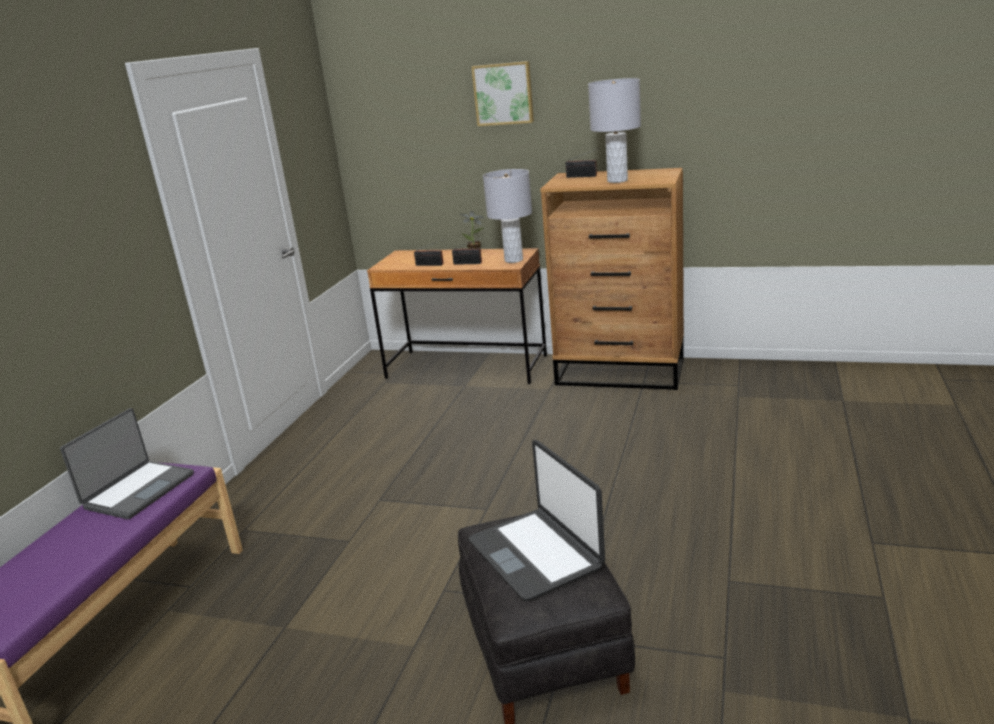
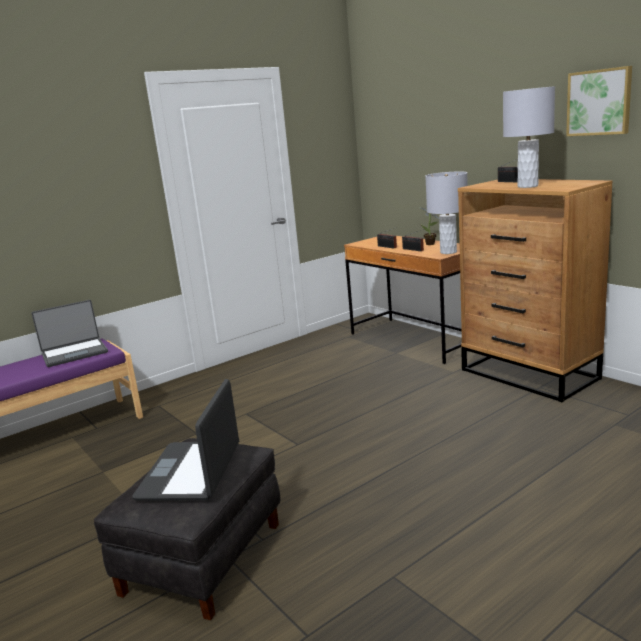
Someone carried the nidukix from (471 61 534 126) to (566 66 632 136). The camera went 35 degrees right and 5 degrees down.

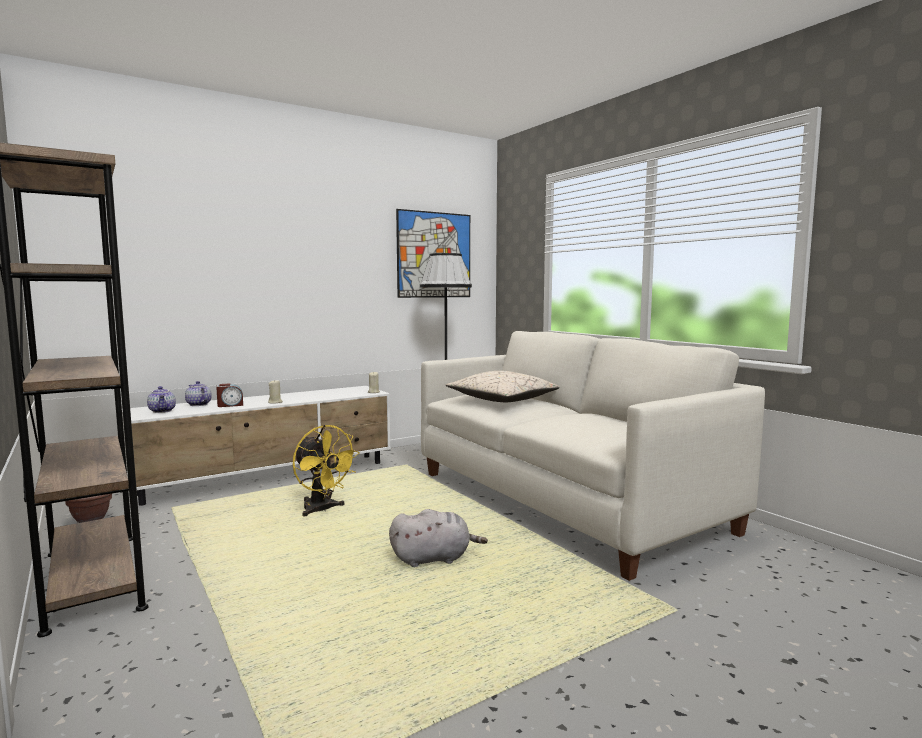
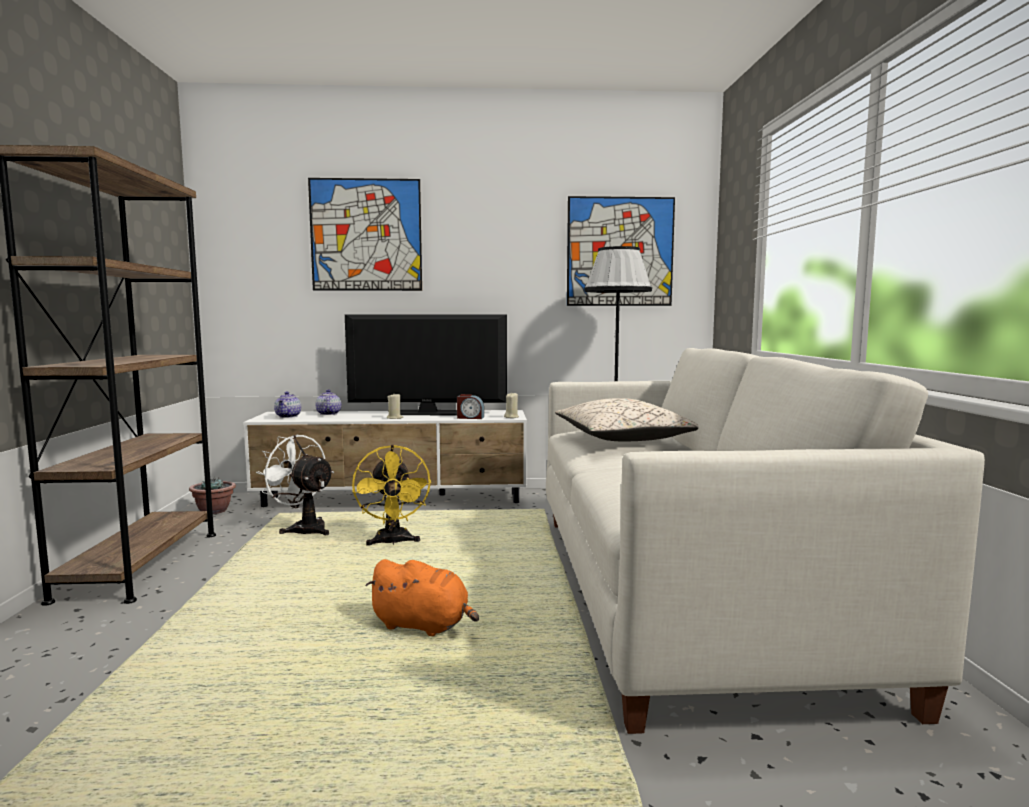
Someone carried the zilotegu from (216 383 243 407) to (457 394 484 419). Someone repainted the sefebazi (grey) at (389 509 488 567), which became the sefebazi (orange) at (365 559 479 636). Someone put down the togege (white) at (256 435 334 535). Someone put up the nidukix at (308 178 422 291). Someone put down the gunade at (345 314 507 415). The camera went 30 degrees right and 0 degrees up.

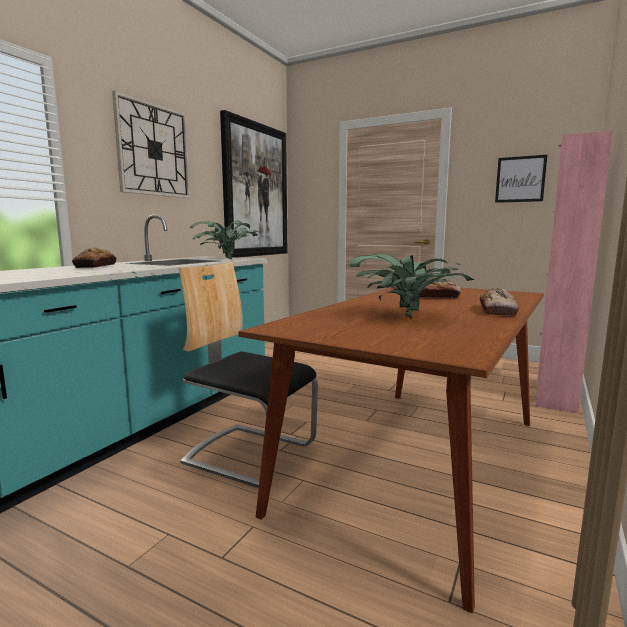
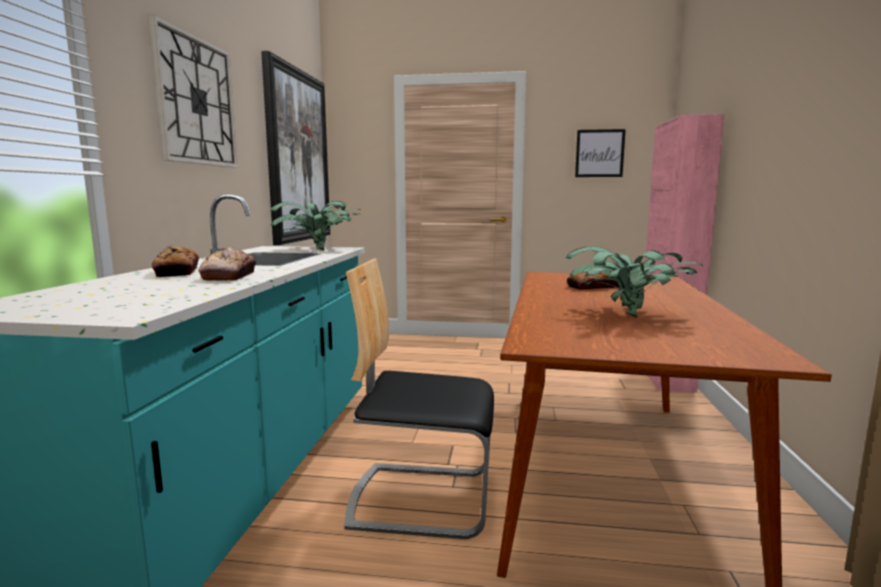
Someone carried the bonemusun from (480 287 520 316) to (199 247 256 281). The camera went 20 degrees left and 0 degrees up.

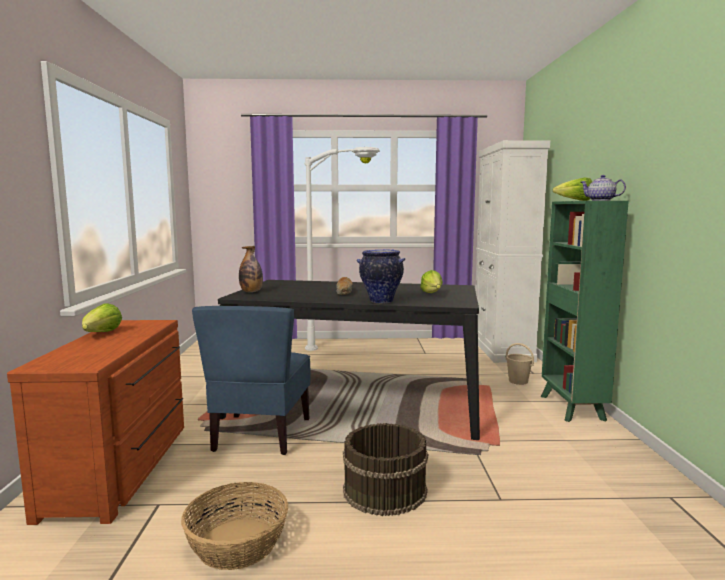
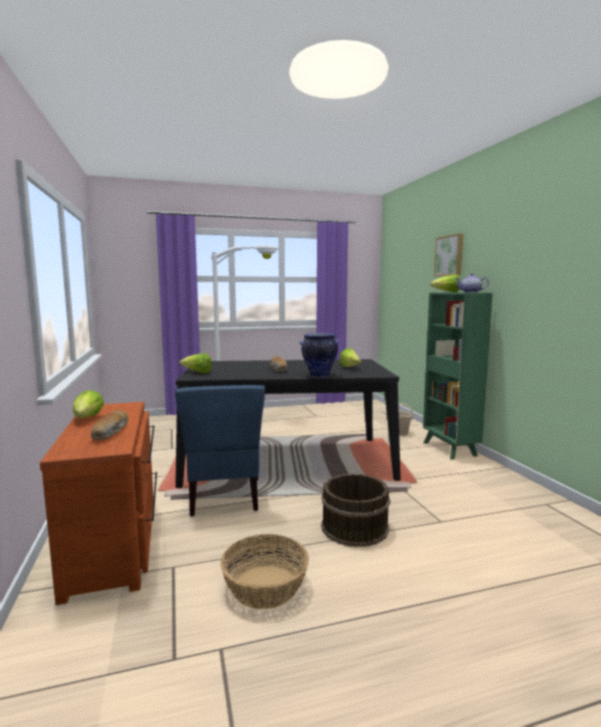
Someone swapped the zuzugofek at (239 246 263 292) for the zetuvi at (179 353 212 373). Someone took away the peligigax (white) at (475 140 550 363). Someone put down the bonemusun at (91 410 128 440). Someone put up the nidukix at (434 234 463 276). The camera went 15 degrees left and 0 degrees up.

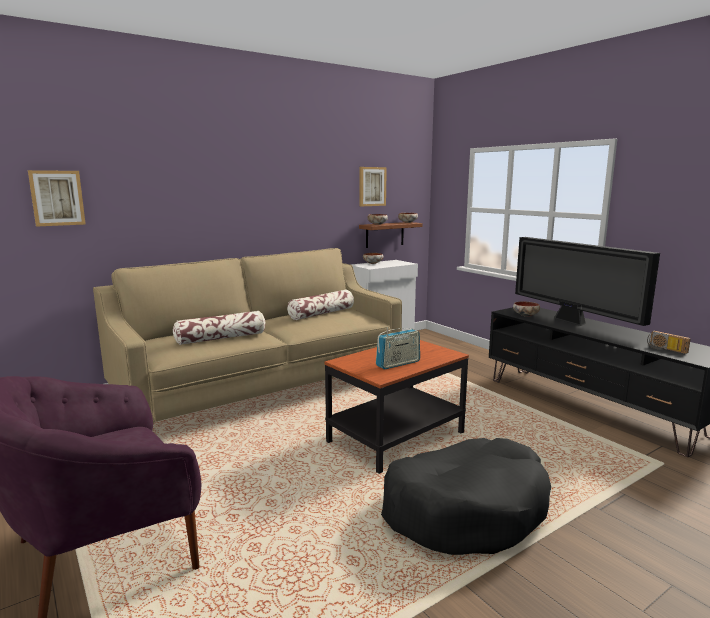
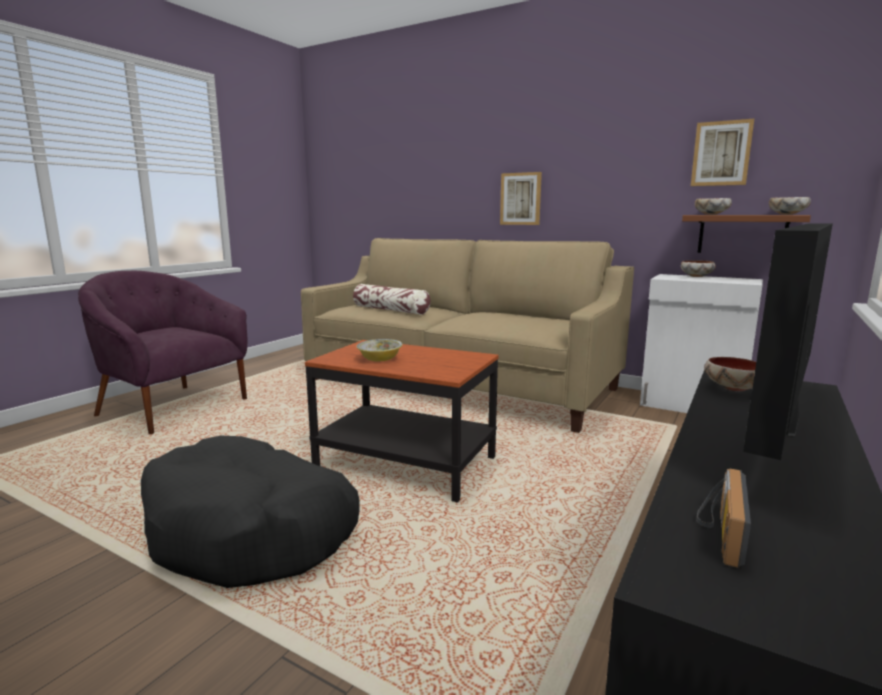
Someone carried the nidukix from (28 170 86 227) to (500 172 542 225). Someone took away the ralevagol at (287 290 354 320). Someone swapped the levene at (376 327 420 369) for the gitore at (356 339 403 362). The camera went 65 degrees right and 0 degrees up.

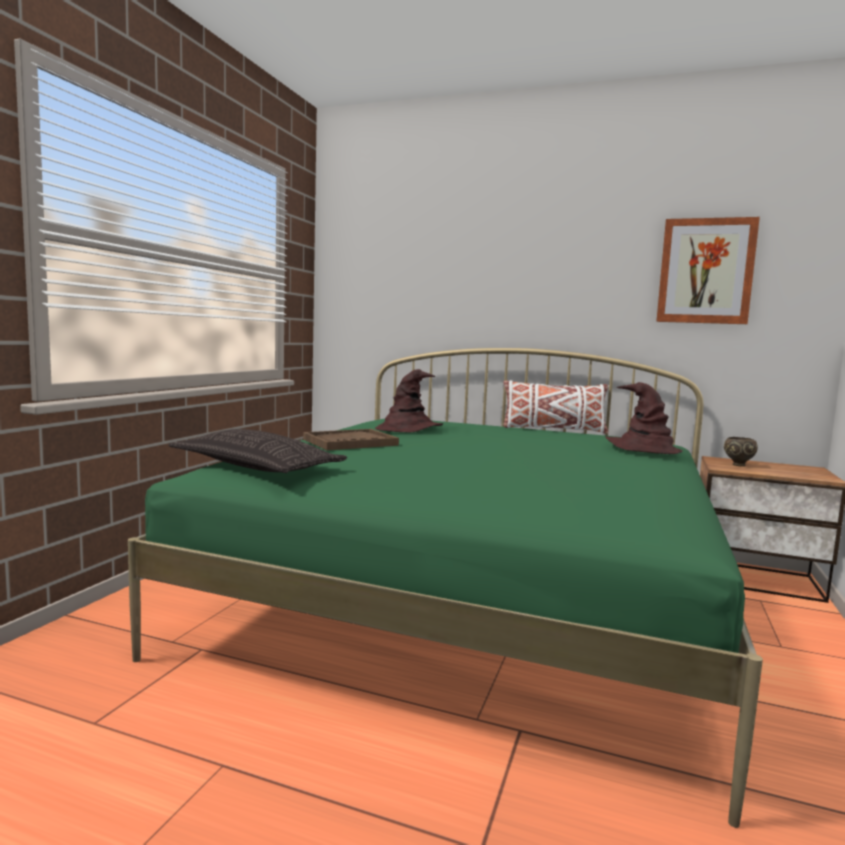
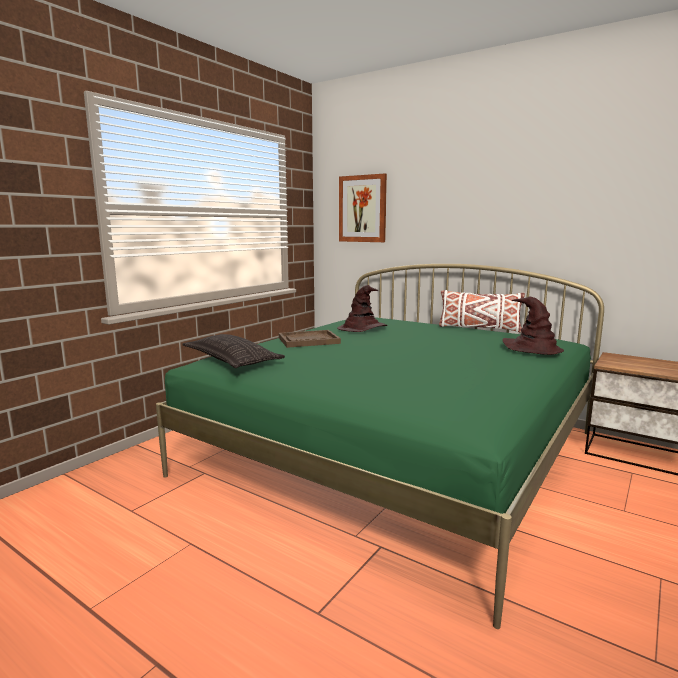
Someone carried the nidukix from (656 217 760 324) to (339 174 387 242). Someone took away the gitore (brown) at (724 437 758 466). The camera went 15 degrees right and 5 degrees up.

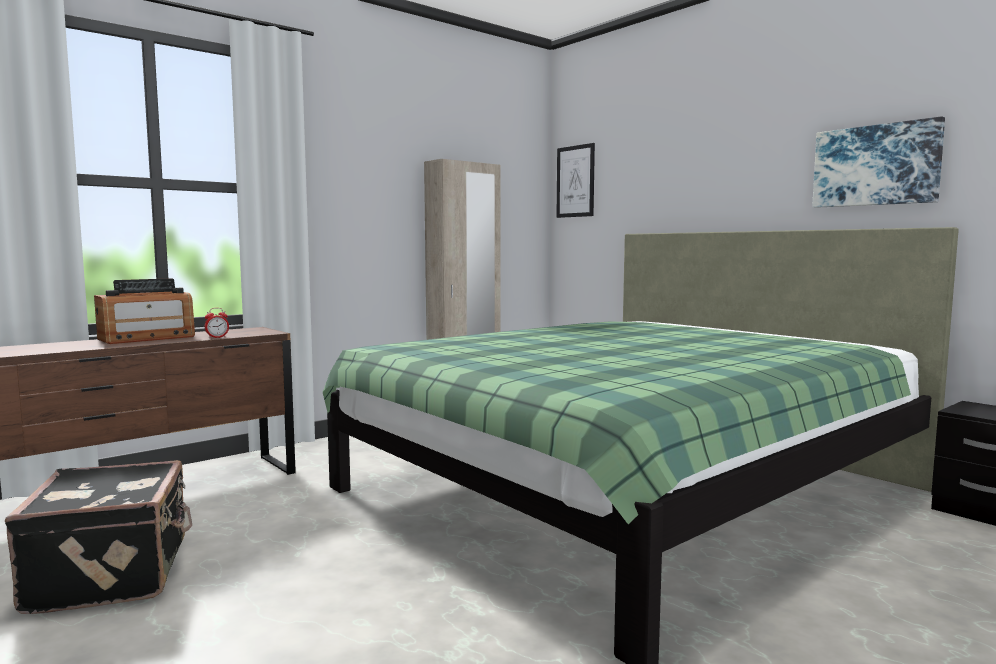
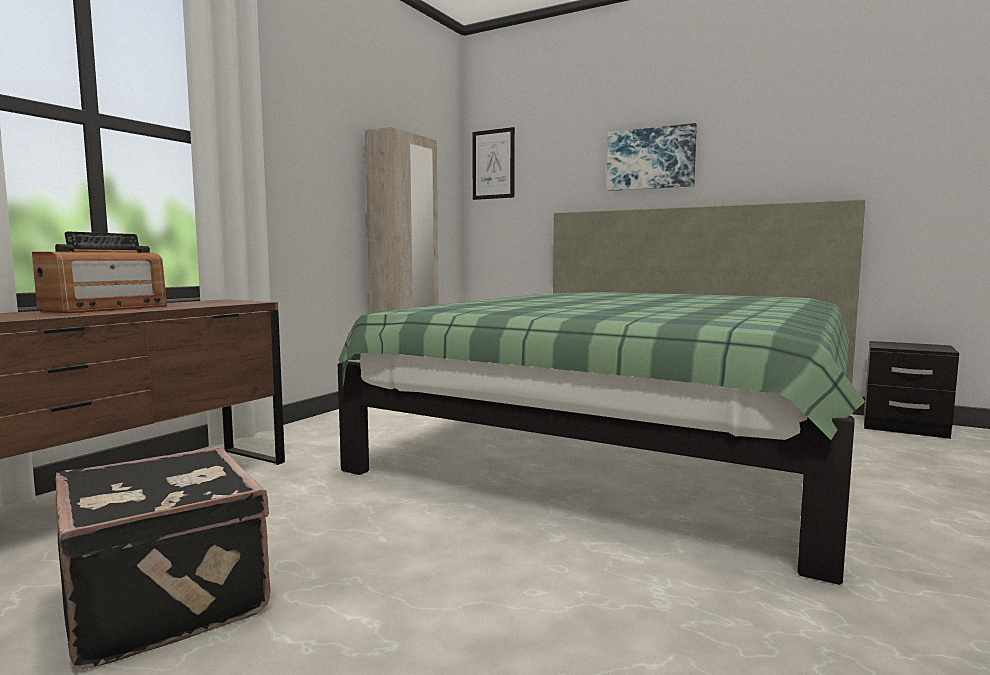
Someone took away the zilotegu at (205 308 229 338). Someone carried the nidukix from (812 116 945 208) to (607 123 697 191). The camera went 20 degrees left and 0 degrees up.

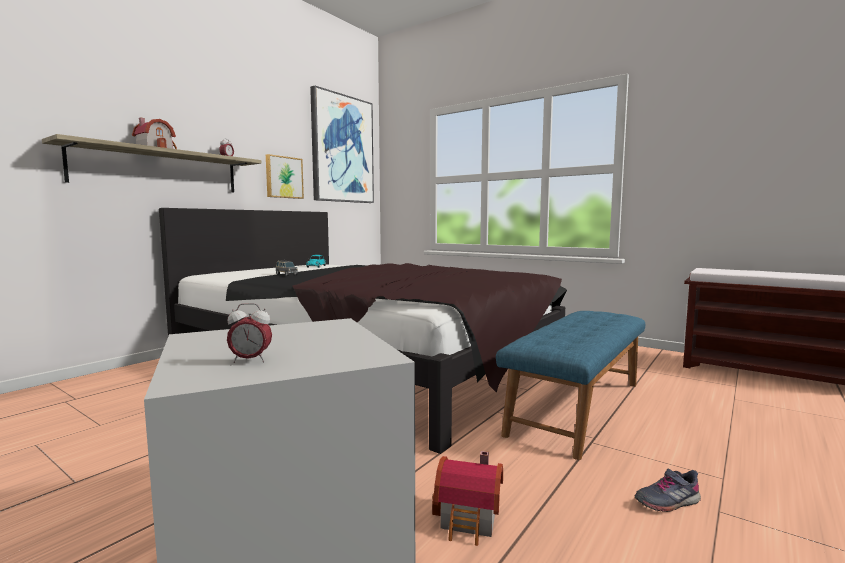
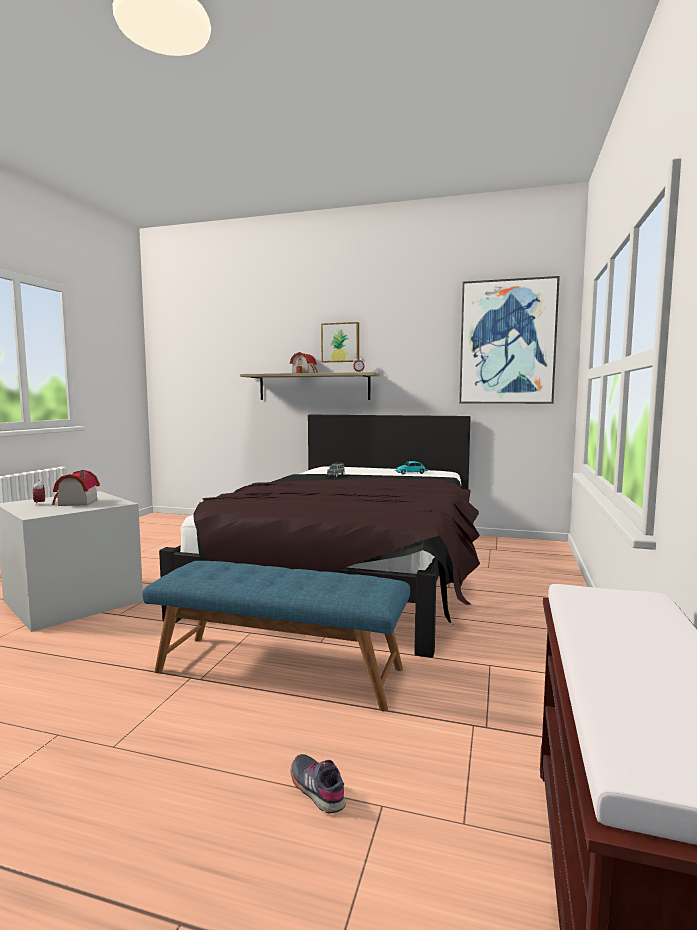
Someone carried the nidukix from (266 154 304 199) to (321 322 359 362). Someone carried the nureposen from (432 451 503 546) to (52 470 100 506). Someone carried the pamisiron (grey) from (635 468 701 512) to (291 754 346 814). The camera went 70 degrees right and 0 degrees up.

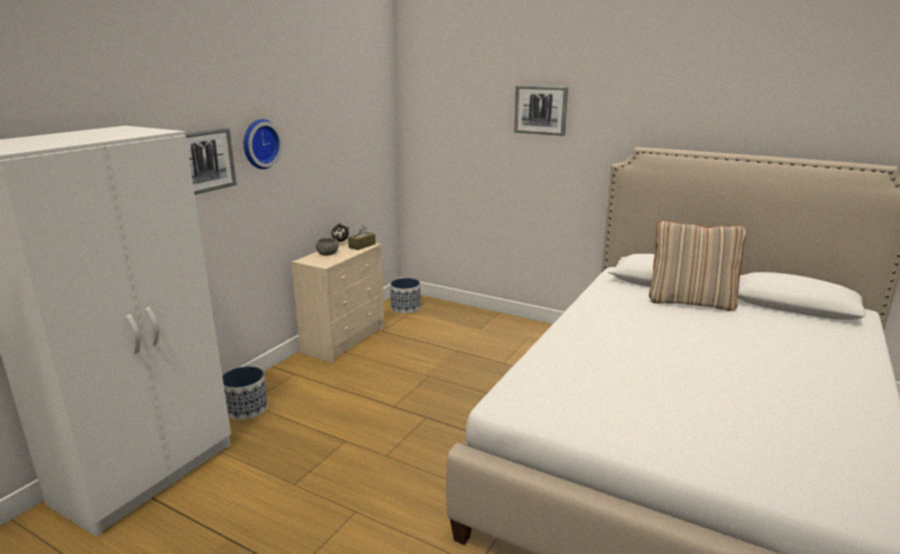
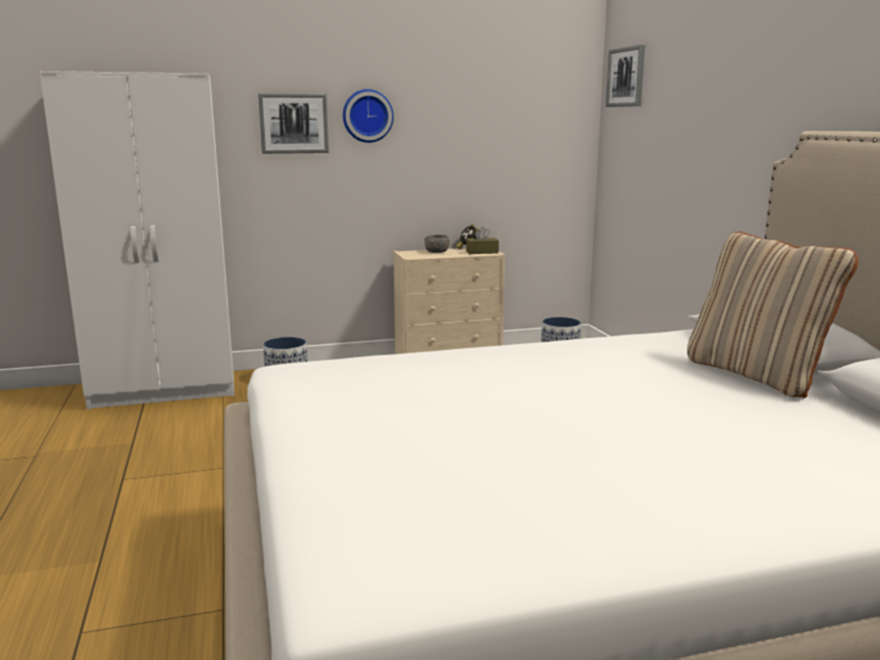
Someone carried the nidukix from (514 85 568 136) to (606 45 645 107). The camera went 45 degrees right and 5 degrees down.

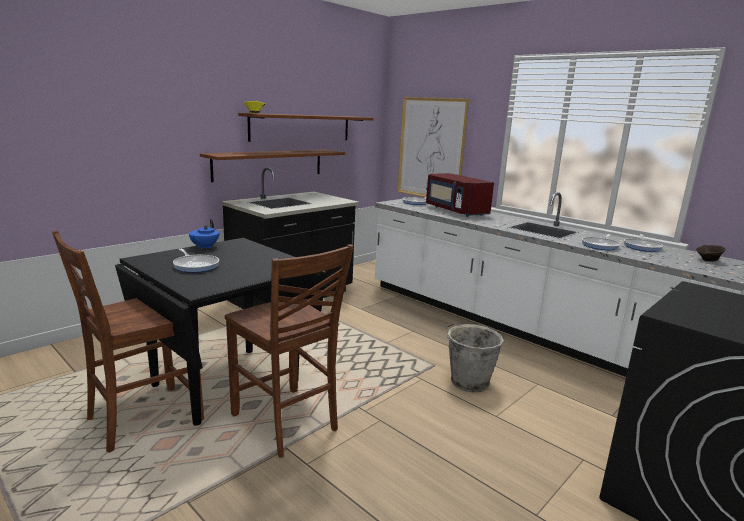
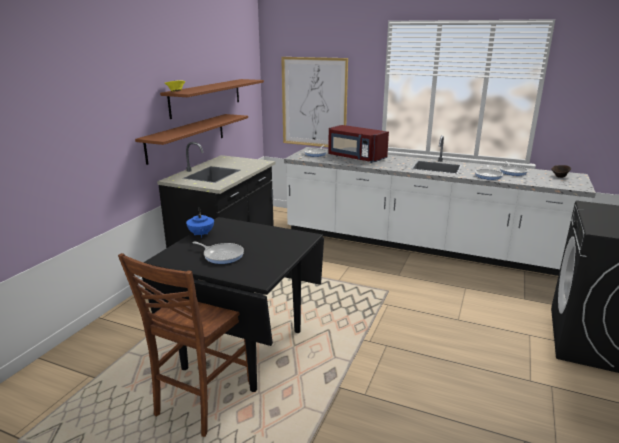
Someone took away the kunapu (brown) at (225 244 354 458). Someone took away the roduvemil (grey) at (445 323 504 392). The camera went 20 degrees left and 5 degrees up.

